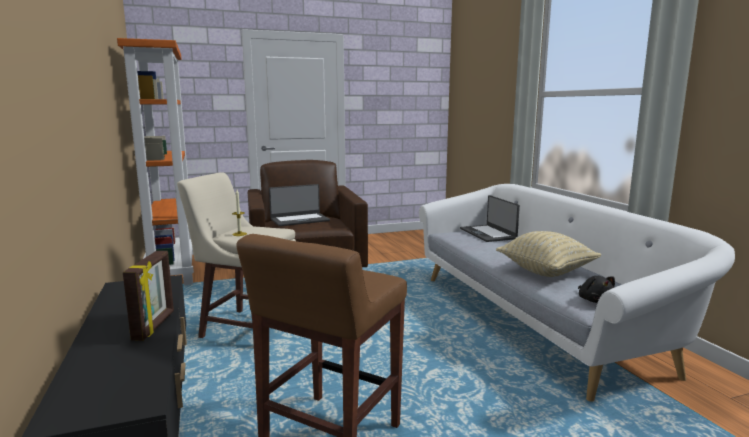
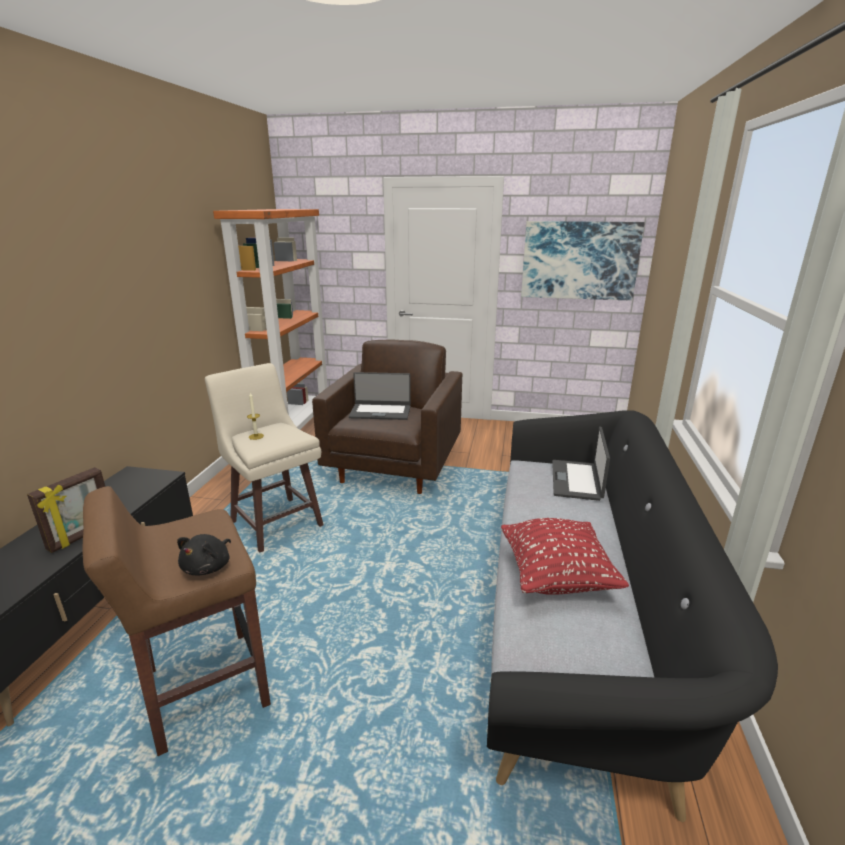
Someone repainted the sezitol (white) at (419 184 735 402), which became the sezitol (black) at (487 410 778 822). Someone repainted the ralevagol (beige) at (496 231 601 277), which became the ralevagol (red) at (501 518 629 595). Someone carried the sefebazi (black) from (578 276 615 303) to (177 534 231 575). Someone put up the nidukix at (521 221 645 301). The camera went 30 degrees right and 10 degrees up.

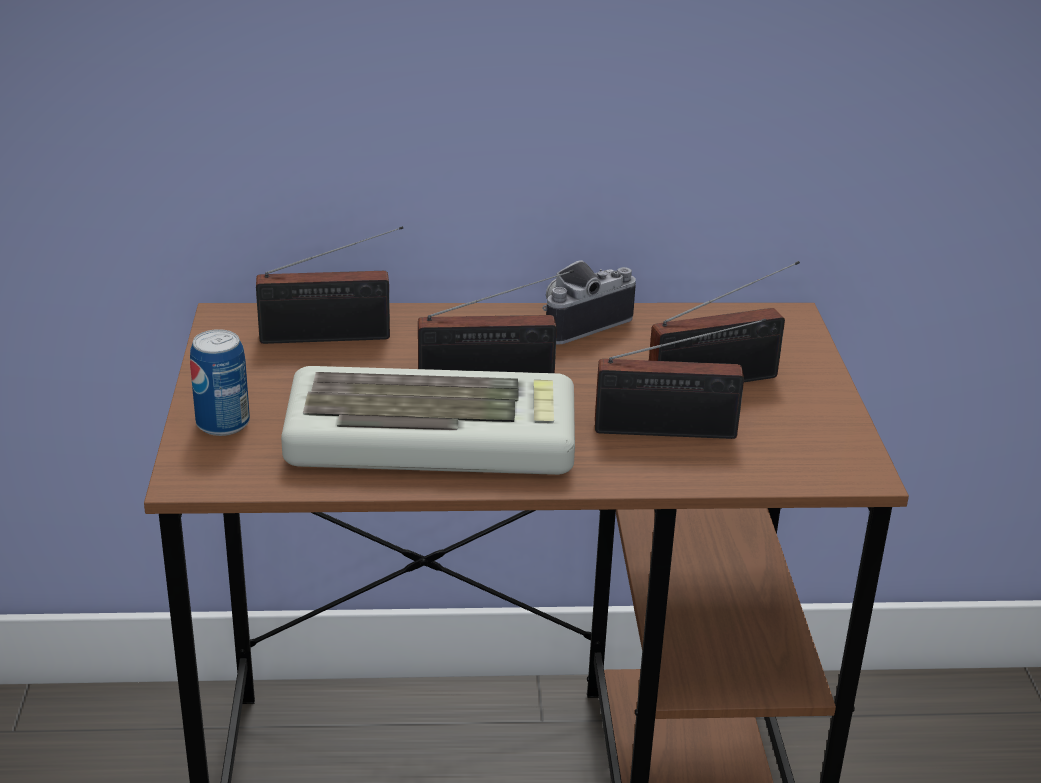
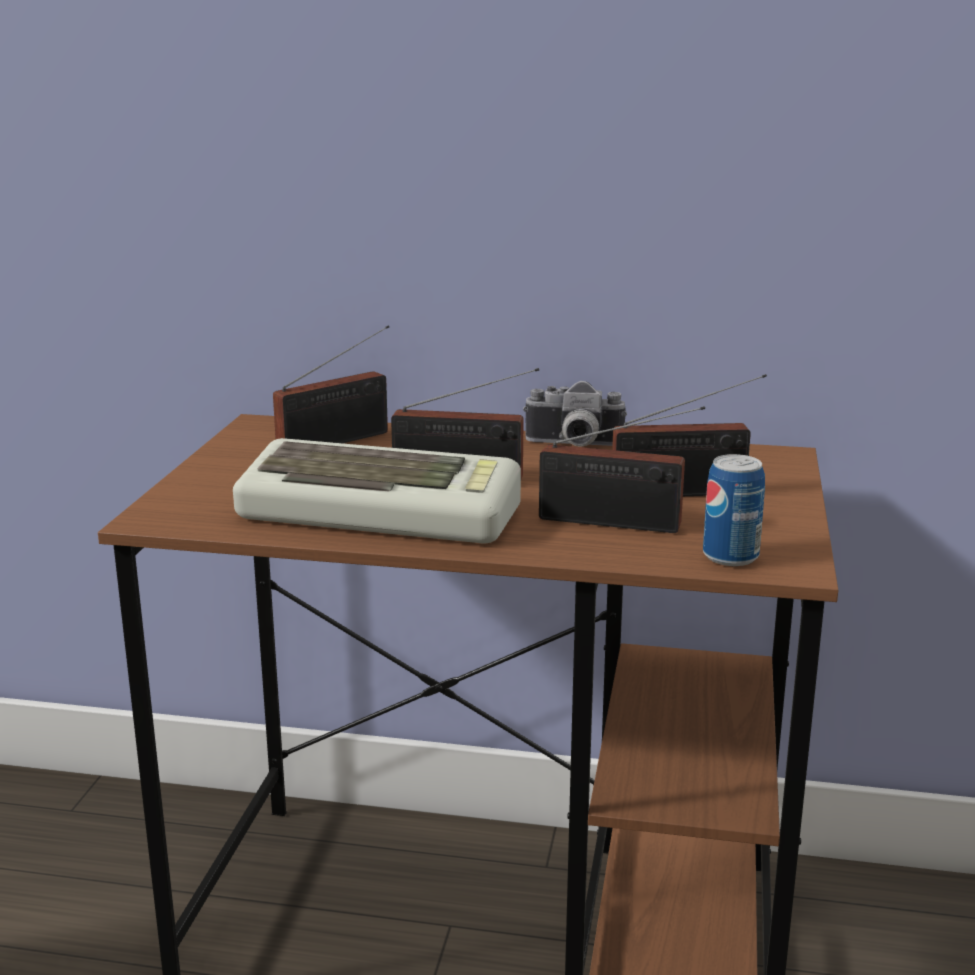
Someone carried the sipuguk from (190 329 250 436) to (703 454 765 566). Someone rotated the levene at (256 226 403 344) by 45 degrees counterclockwise. Someone rotated the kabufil at (542 260 636 345) by 150 degrees counterclockwise. The camera went 15 degrees right and 10 degrees down.

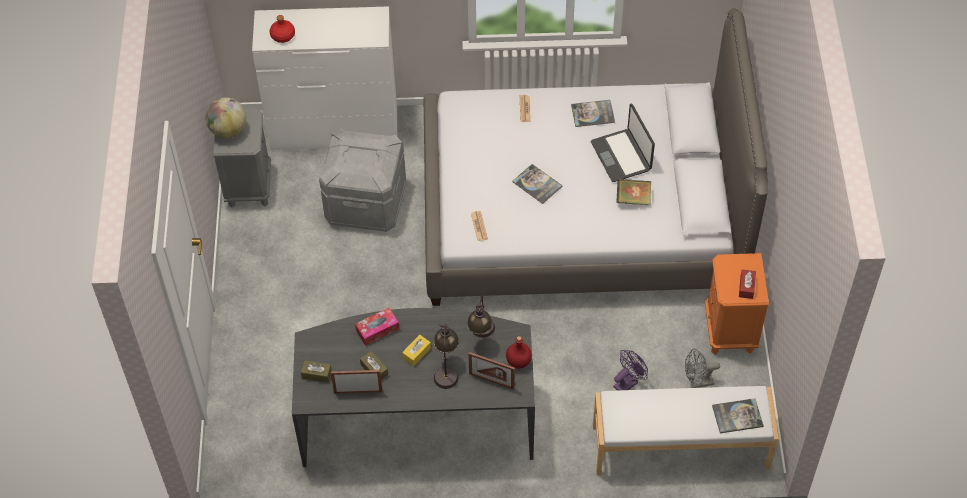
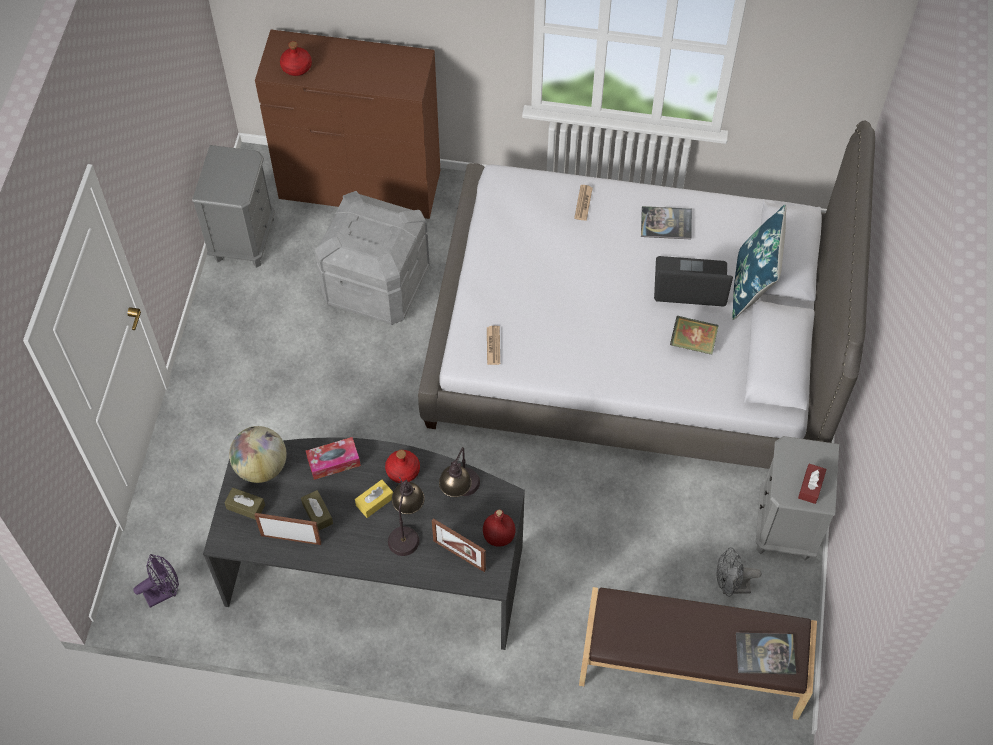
Someone carried the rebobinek from (205 97 246 138) to (229 426 287 483). Someone repainted the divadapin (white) at (252 6 397 150), which became the divadapin (brown) at (255 30 440 219). Someone took away the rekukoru at (513 164 563 204). Someone rotated the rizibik at (591 104 655 182) by 105 degrees clockwise. Someone repainted the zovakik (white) at (593 386 779 475), which became the zovakik (brown) at (579 587 817 720). Someone carried the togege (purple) from (613 350 648 391) to (133 554 179 608). Someone repainted the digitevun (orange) at (705 253 769 355), which became the digitevun (grey) at (755 436 839 561). Someone put down the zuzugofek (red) at (385 450 420 483). Someone put down the ralevagol (blue) at (732 205 786 320). The camera went 10 degrees right and 5 degrees up.

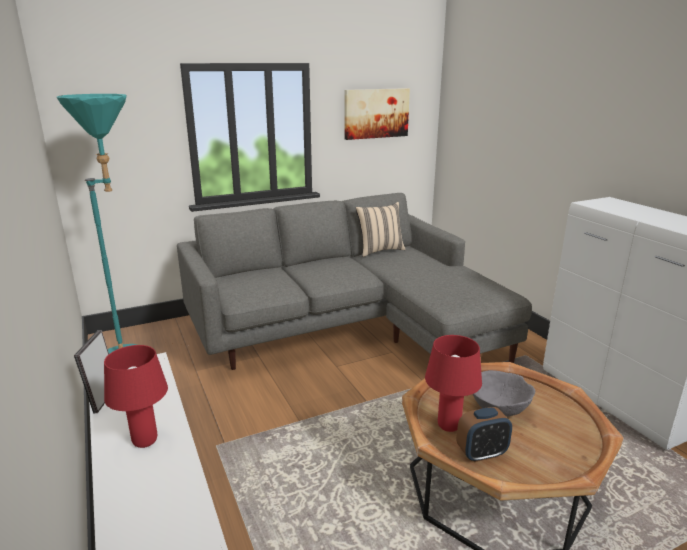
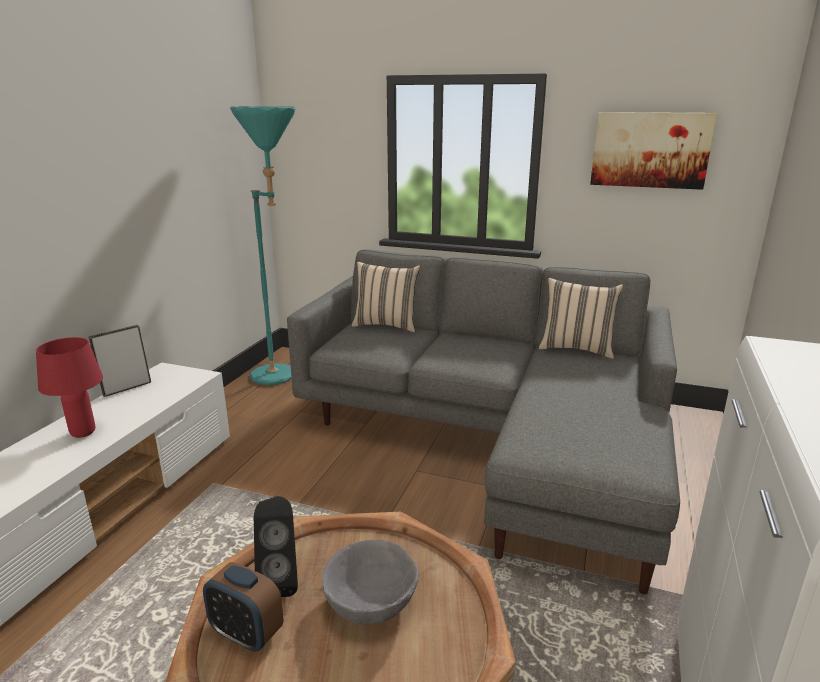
Someone swapped the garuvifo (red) at (425 335 482 432) for the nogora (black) at (254 496 298 597). Someone put down the ralevagol (beige) at (352 262 420 332). The camera went 45 degrees right and 0 degrees up.

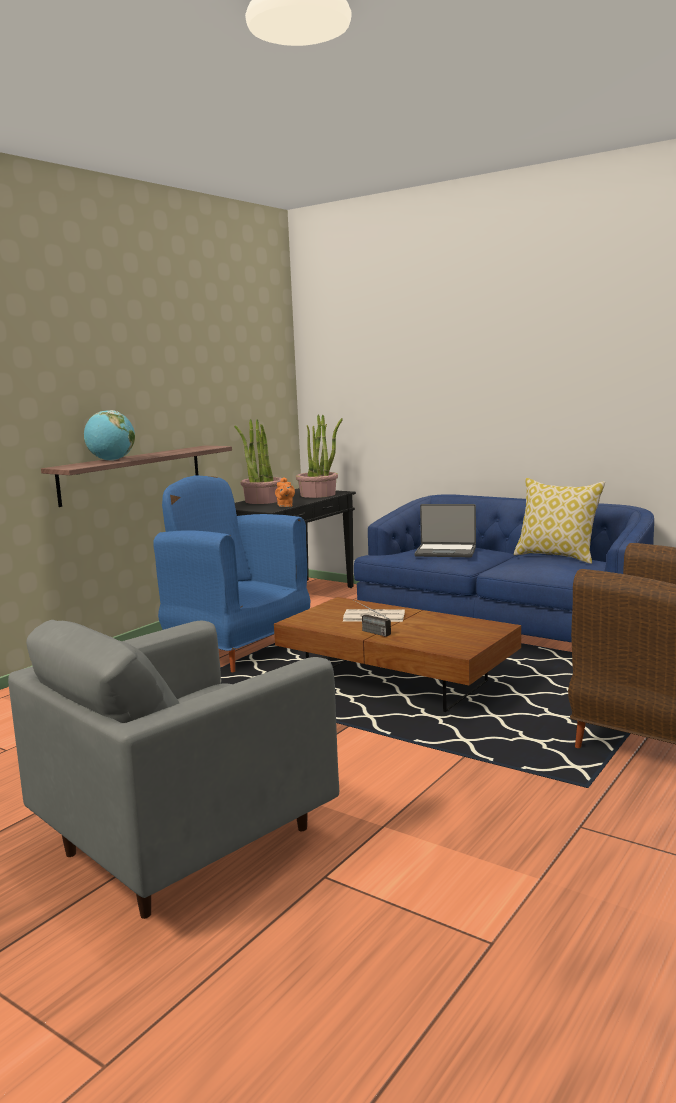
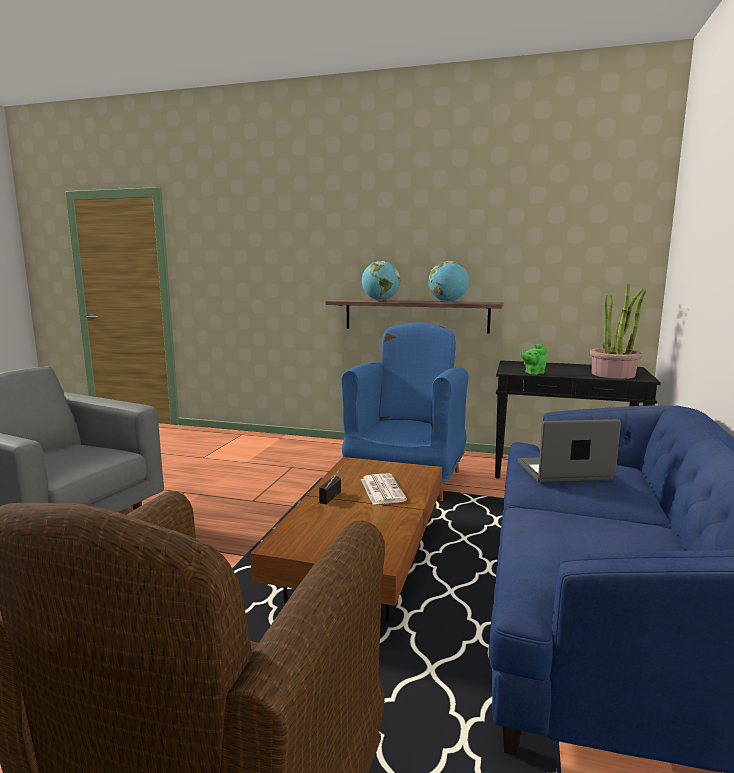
Someone took away the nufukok at (234 419 281 504). Someone repainted the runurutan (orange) at (275 477 295 507), which became the runurutan (green) at (521 344 547 375). Someone rotated the rizibik at (415 504 476 557) by 90 degrees clockwise. Someone took away the ralevagol at (514 478 605 564). Someone put down the rebobinek at (429 261 469 302). The camera went 70 degrees right and 0 degrees up.

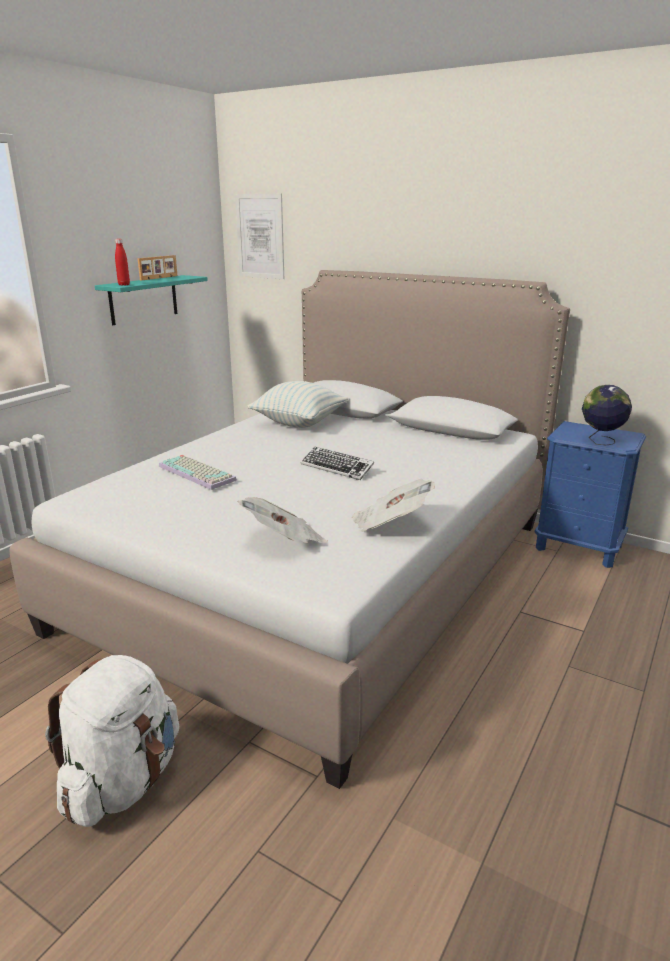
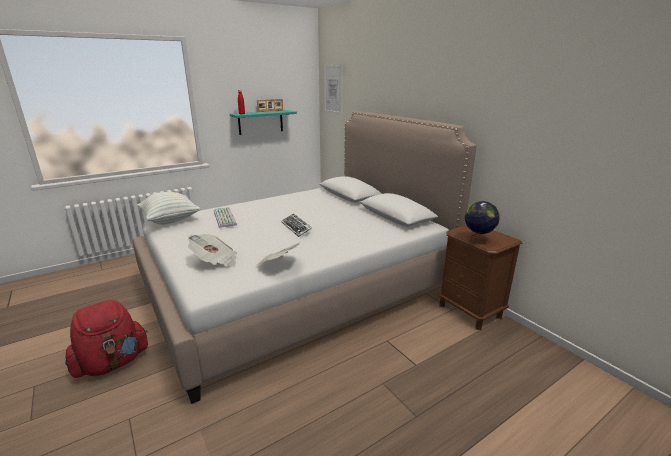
Someone repainted the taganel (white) at (45 655 179 827), which became the taganel (red) at (65 300 148 378). Someone carried the ralevagol from (247 381 348 428) to (137 192 201 225). Someone repainted the digitevun (blue) at (534 421 646 568), which became the digitevun (brown) at (438 225 522 330). The camera went 25 degrees right and 0 degrees up.

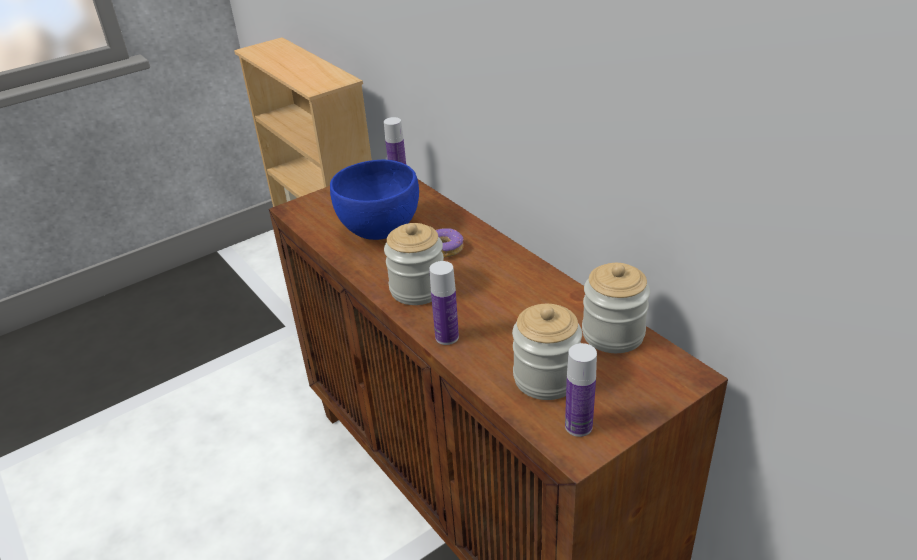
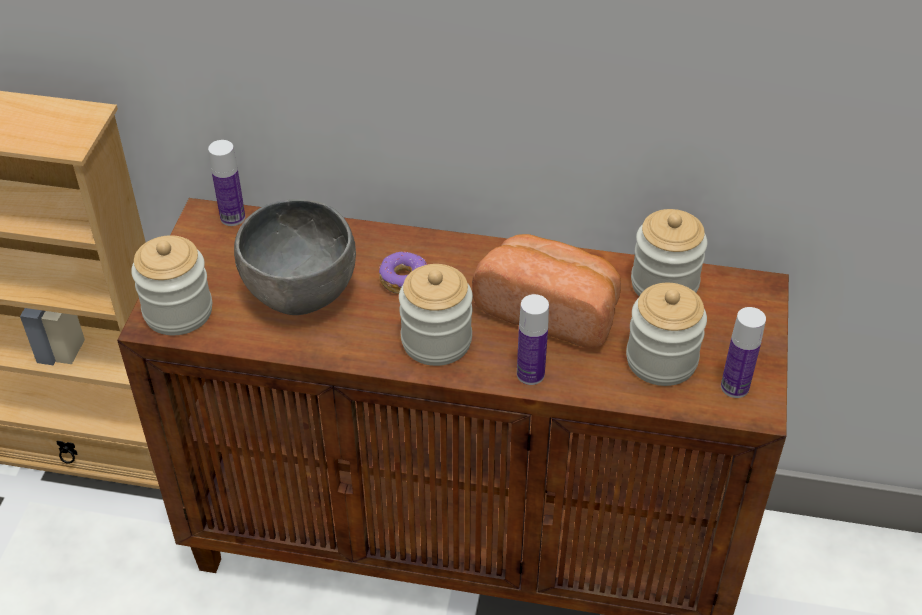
Someone repainted the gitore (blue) at (330 160 419 240), which became the gitore (grey) at (234 199 356 315). Someone put down the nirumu at (131 235 212 335). Someone put down the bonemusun at (472 234 621 348). The camera went 45 degrees left and 10 degrees up.

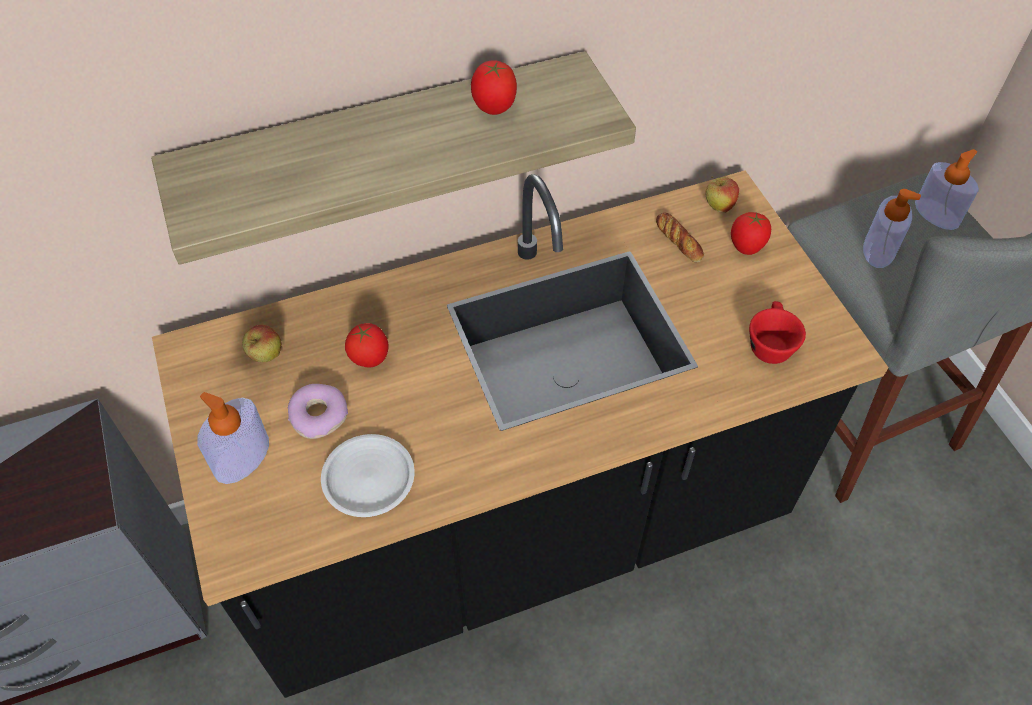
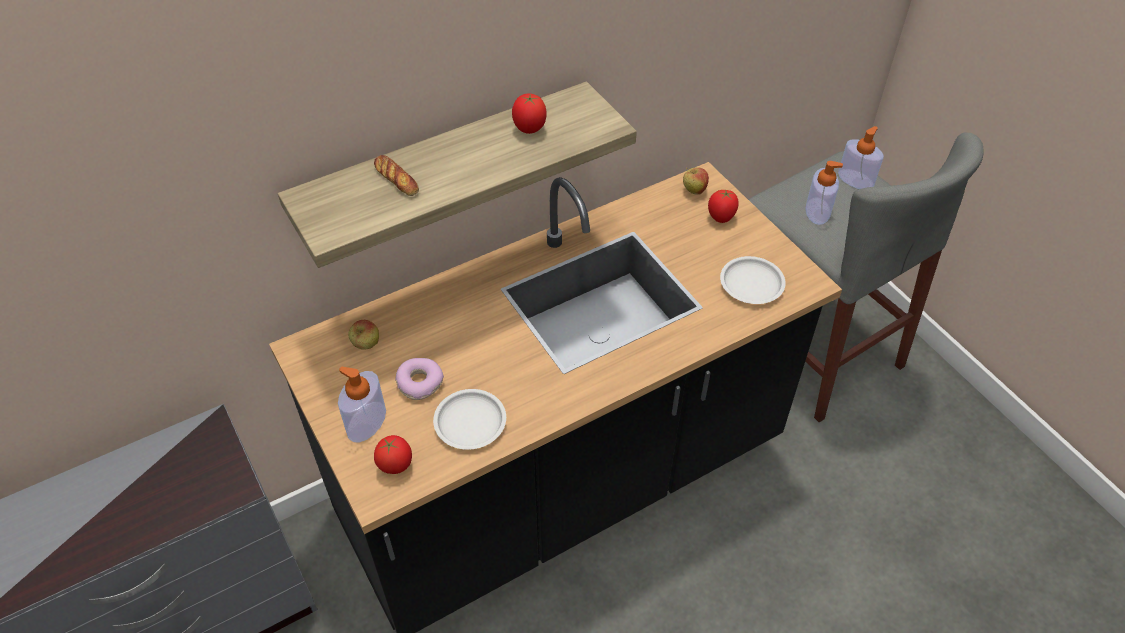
Someone carried the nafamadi from (345 323 389 367) to (374 435 412 474). Someone carried the bonemusun from (656 212 704 262) to (374 155 419 196). Someone swapped the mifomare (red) at (749 301 806 364) for the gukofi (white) at (720 256 786 304). The camera went 10 degrees left and 5 degrees down.

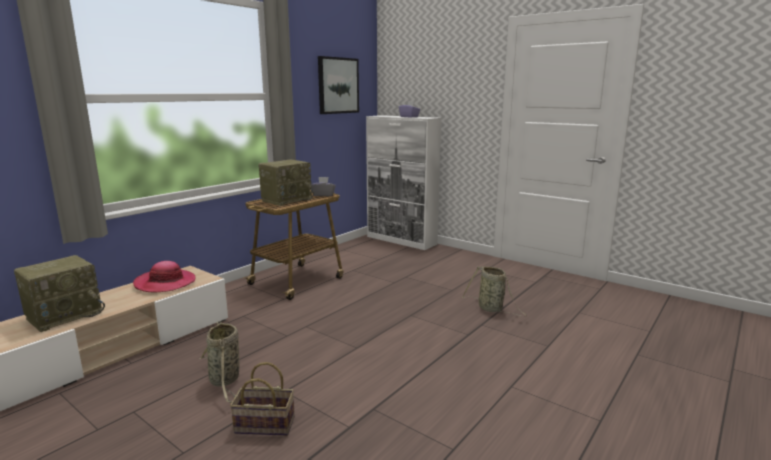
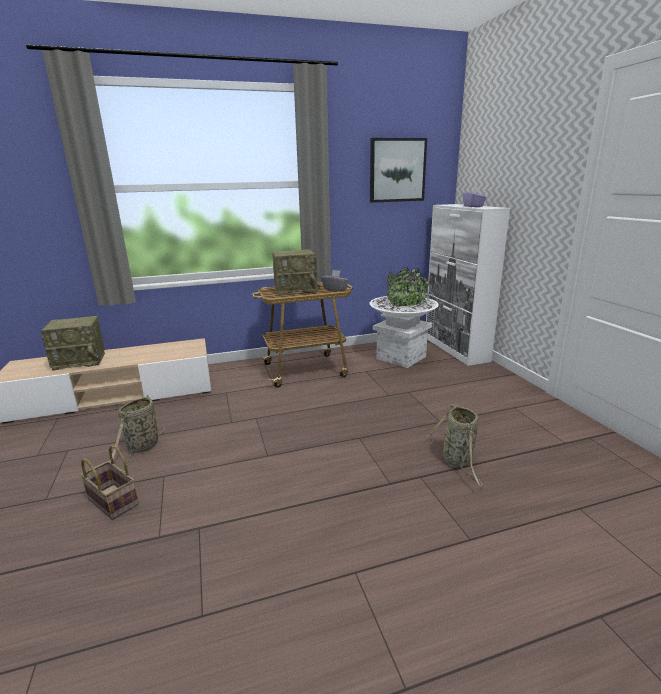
Someone took away the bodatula at (133 261 195 293). Someone put down the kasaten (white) at (369 267 439 368). The camera went 35 degrees right and 5 degrees up.

